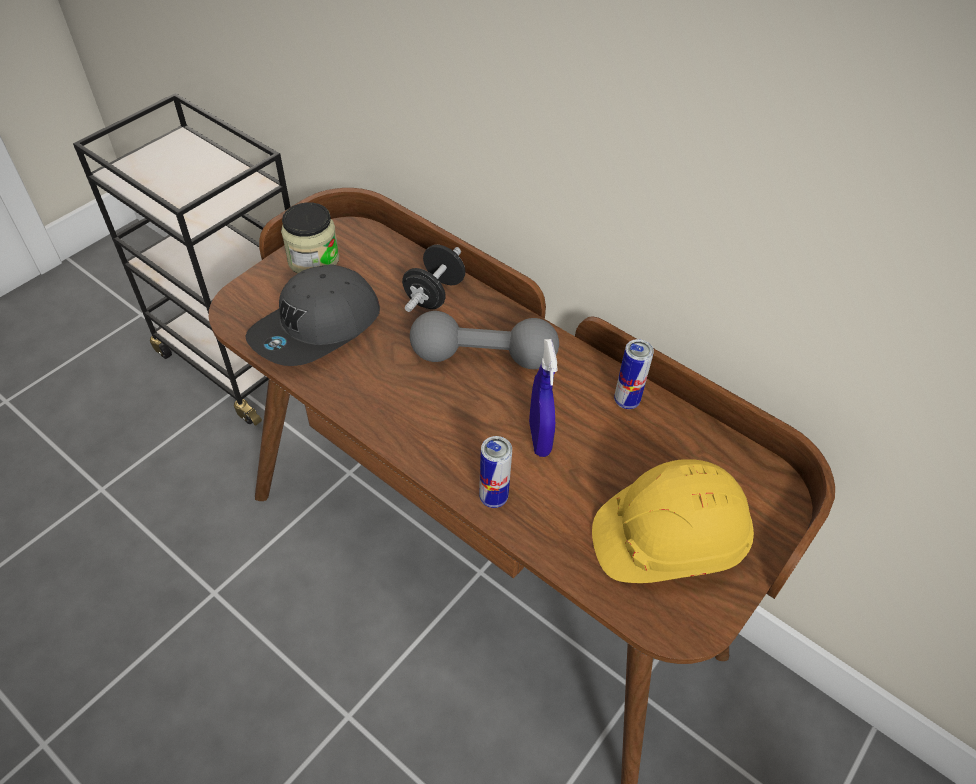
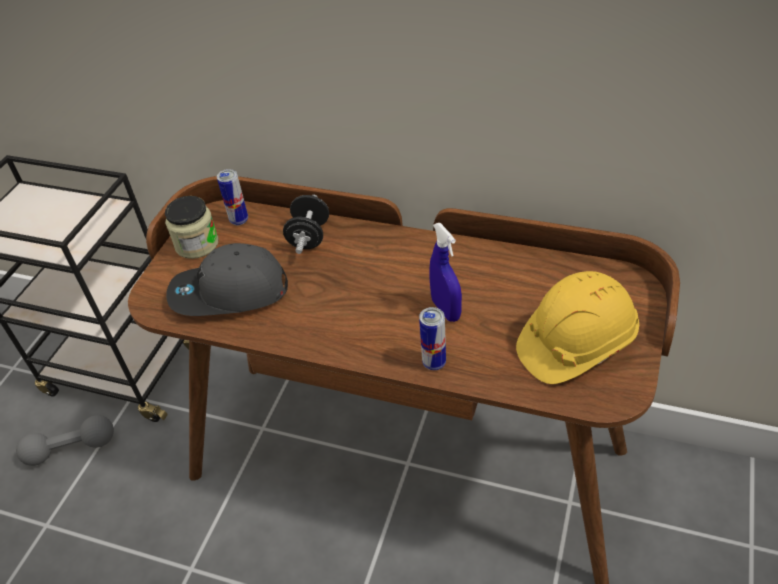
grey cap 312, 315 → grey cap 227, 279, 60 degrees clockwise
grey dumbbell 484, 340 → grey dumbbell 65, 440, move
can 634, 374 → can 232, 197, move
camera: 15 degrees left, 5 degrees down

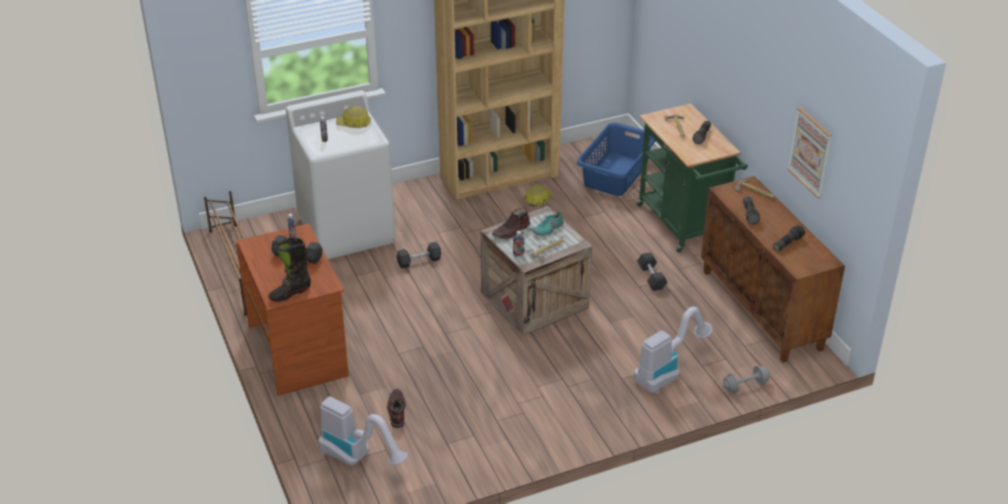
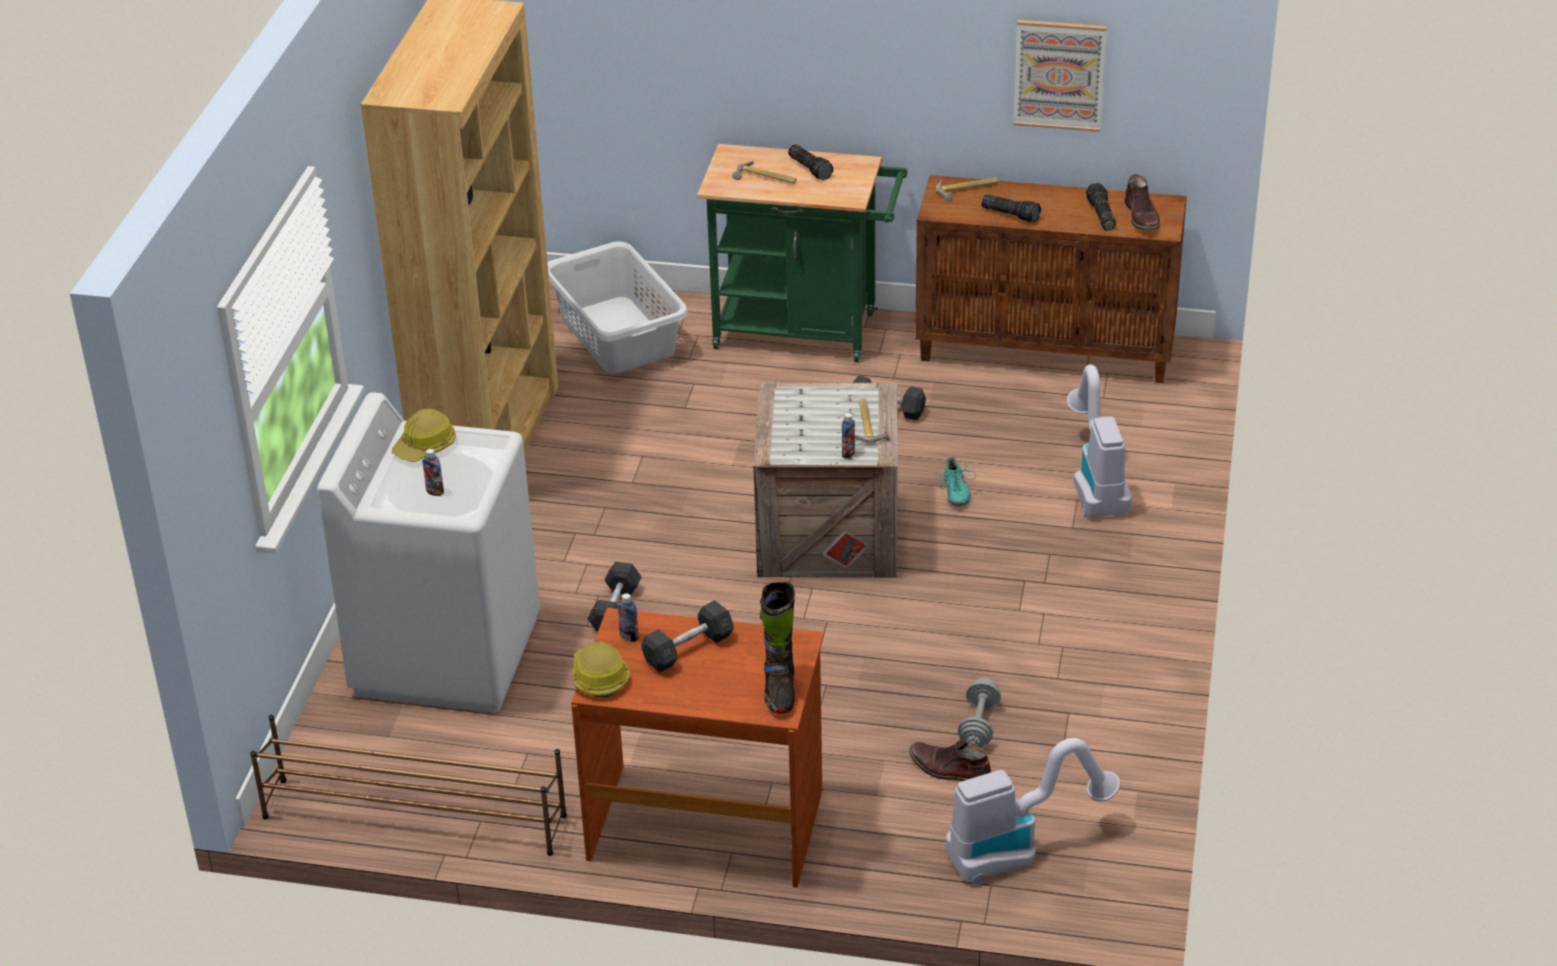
blue laundry basket 616, 159 → grey laundry basket 617, 307
hard hat 538, 195 → hard hat 601, 669, move
brown boot 511, 223 → brown boot 1142, 202, move
turquoise shoe 548, 223 → turquoise shoe 955, 481, move
grey dumbbell 746, 379 → grey dumbbell 979, 713, move
camera: 55 degrees left, 0 degrees up

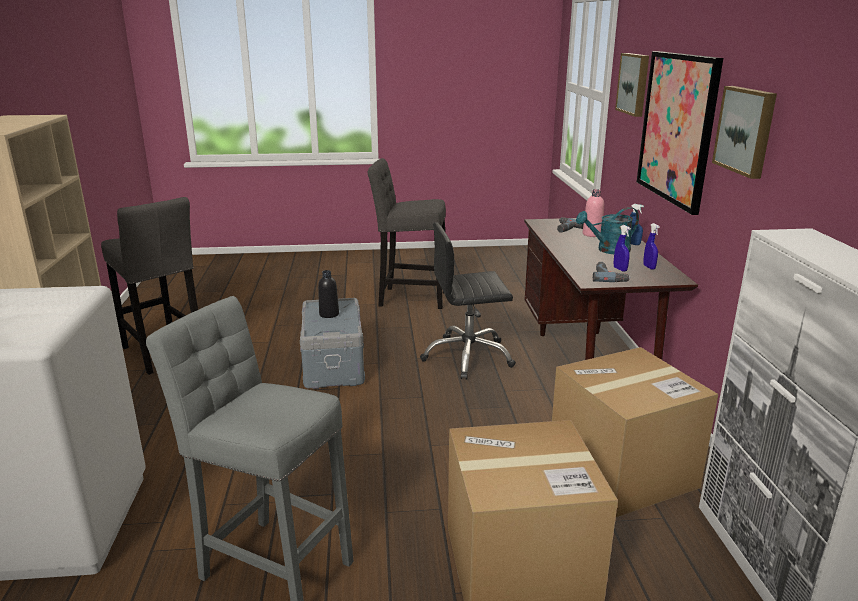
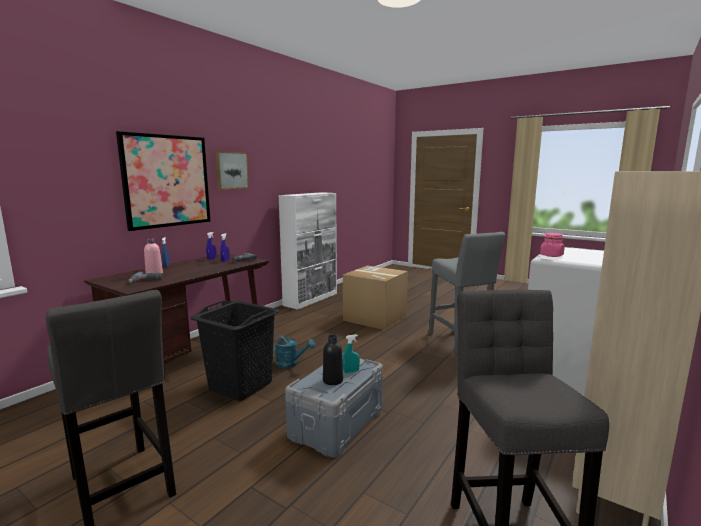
picture 632, 85 → -
turquoise watering can 607, 230 → turquoise watering can 294, 351, move
black office chair 468, 301 → black laundry basket 235, 351
cardboard box 635, 432 → -
- → pink jar 552, 245
- → turquoise spray bottle 351, 354
camera: 140 degrees left, 10 degrees down

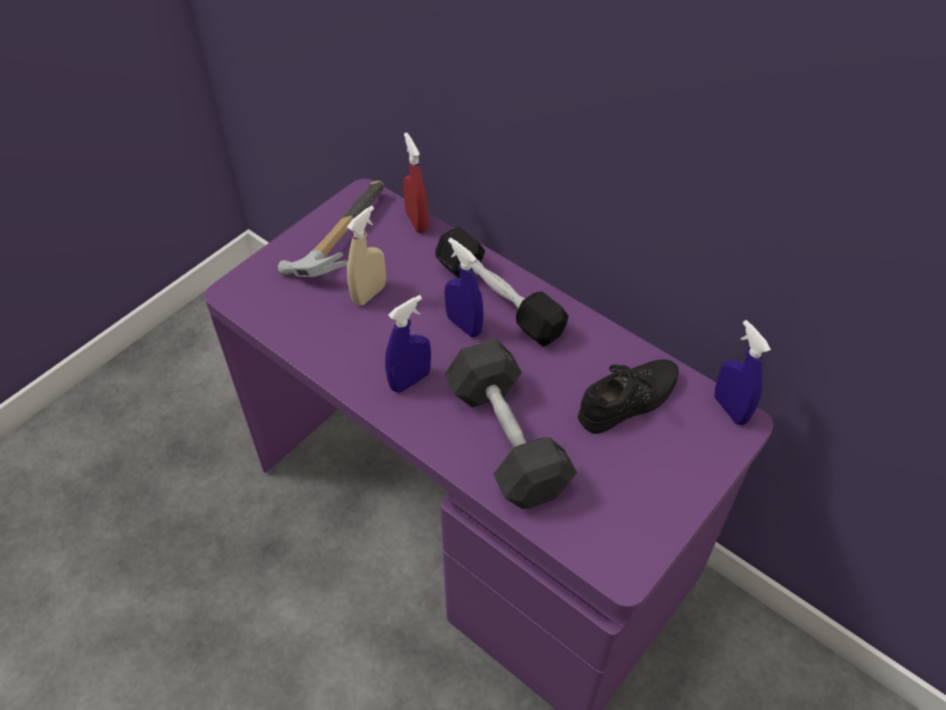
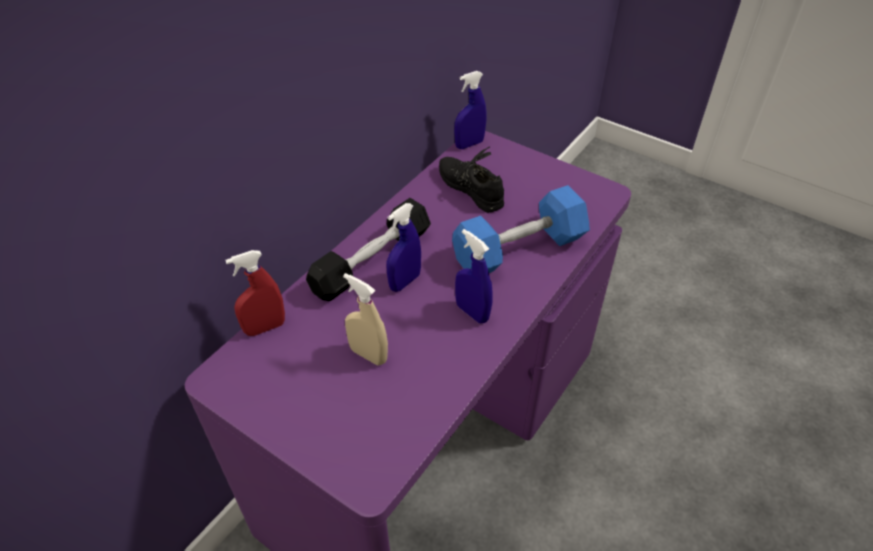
hammer 331, 229 → -
grey dumbbell 511, 423 → blue dumbbell 521, 229
camera: 95 degrees left, 5 degrees down

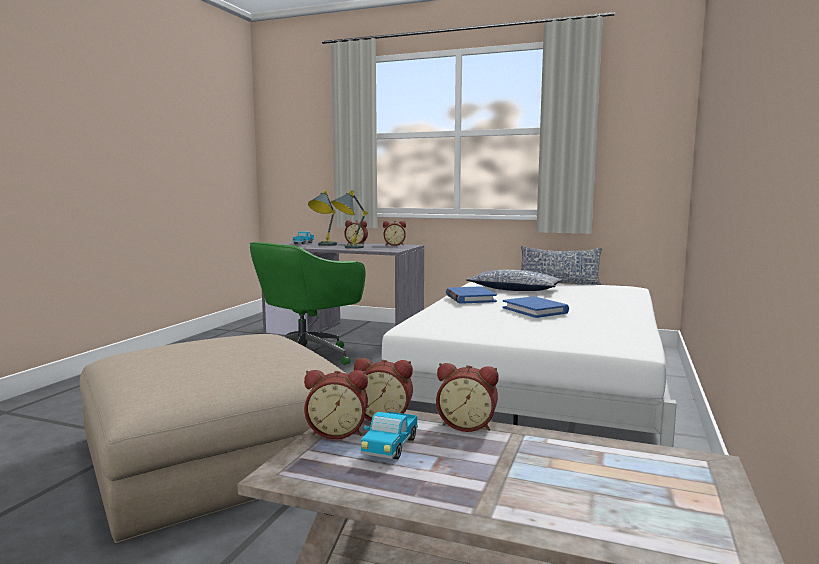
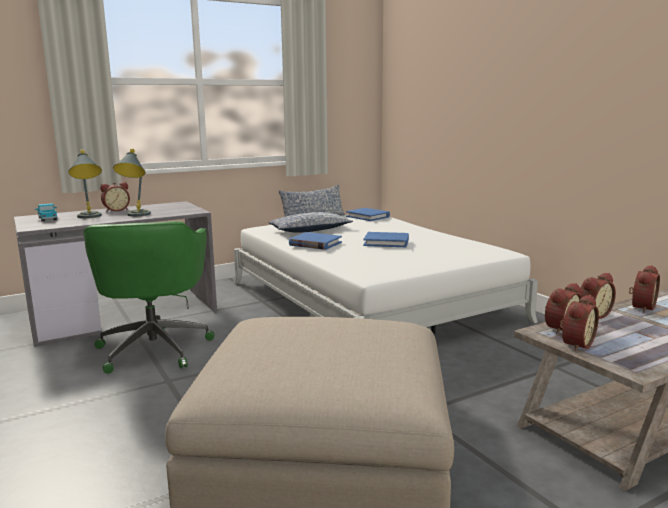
alarm clock 394, 233 → alarm clock 644, 289, move
toy truck 389, 435 → -
- → blue book 368, 214
camera: 50 degrees left, 5 degrees up

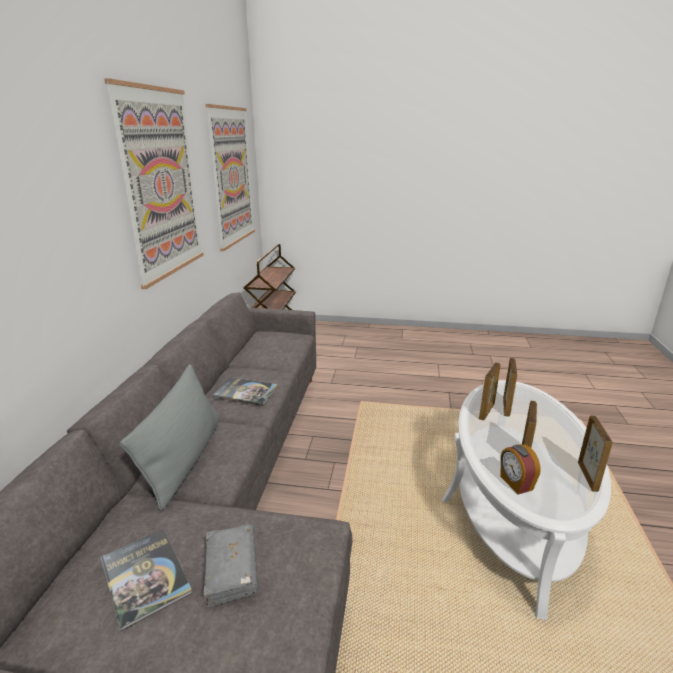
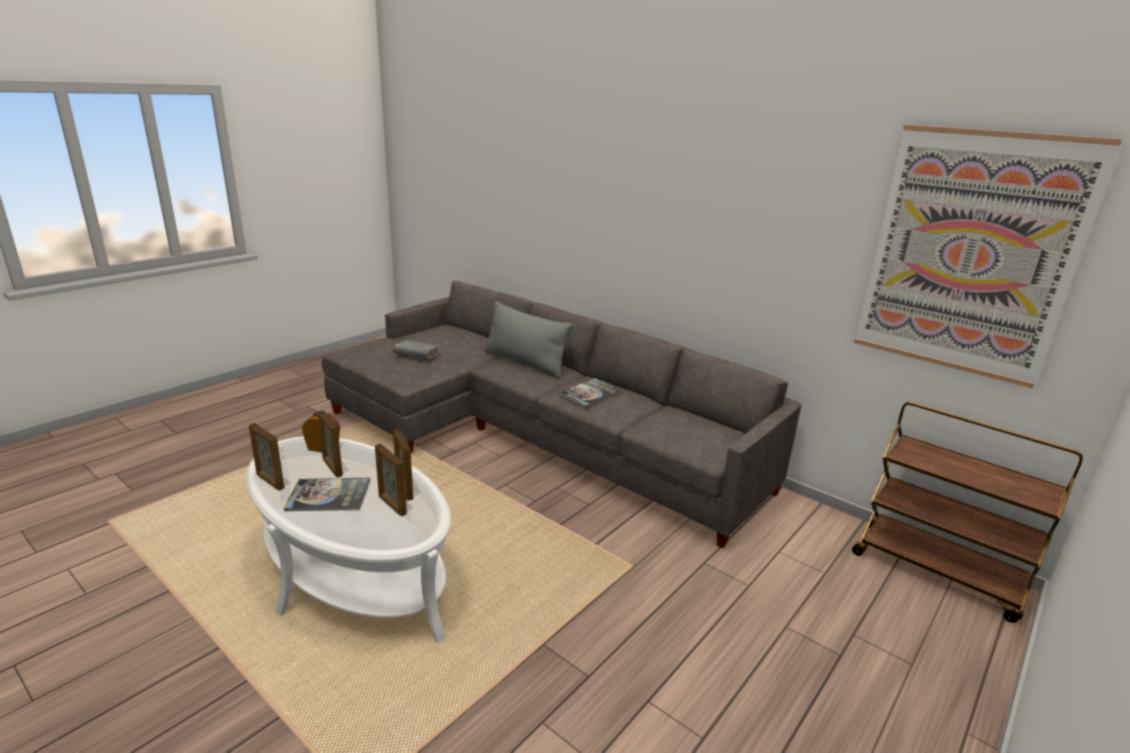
picture 154, 183 → -
book 146, 580 → book 327, 494, move
camera: 120 degrees right, 0 degrees up

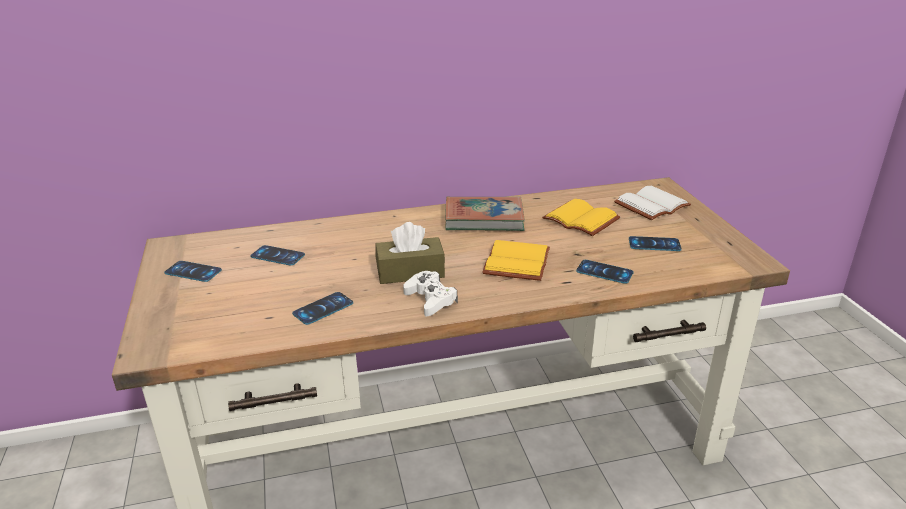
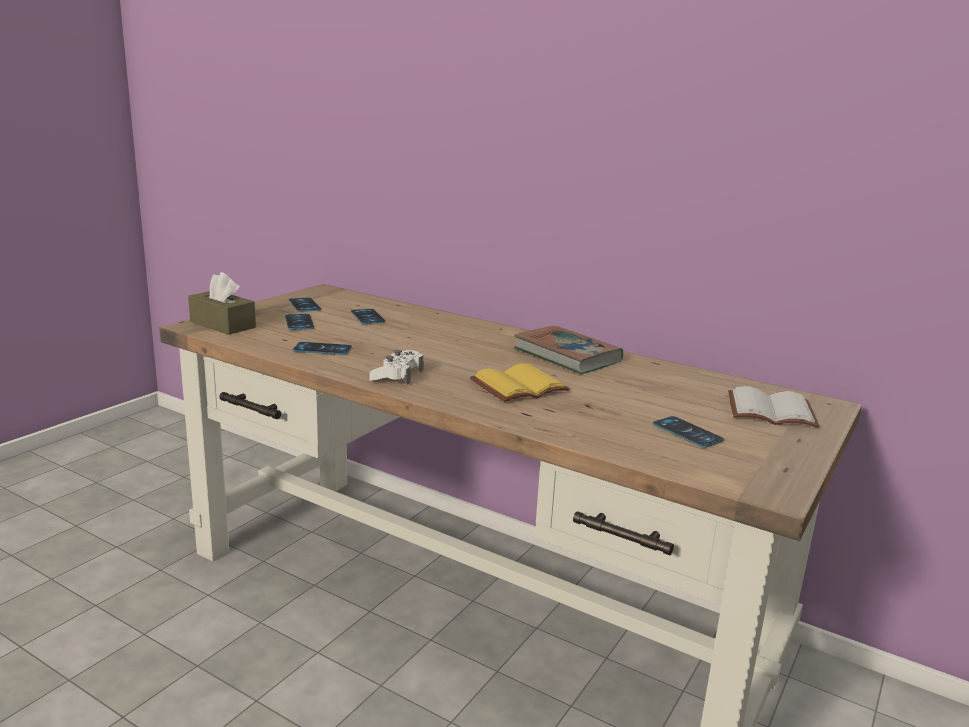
yellow book 581, 217 → -
brown tissue box 410, 253 → brown tissue box 222, 303, move
phone 605, 272 → phone 299, 322, move
camera: 45 degrees right, 10 degrees down

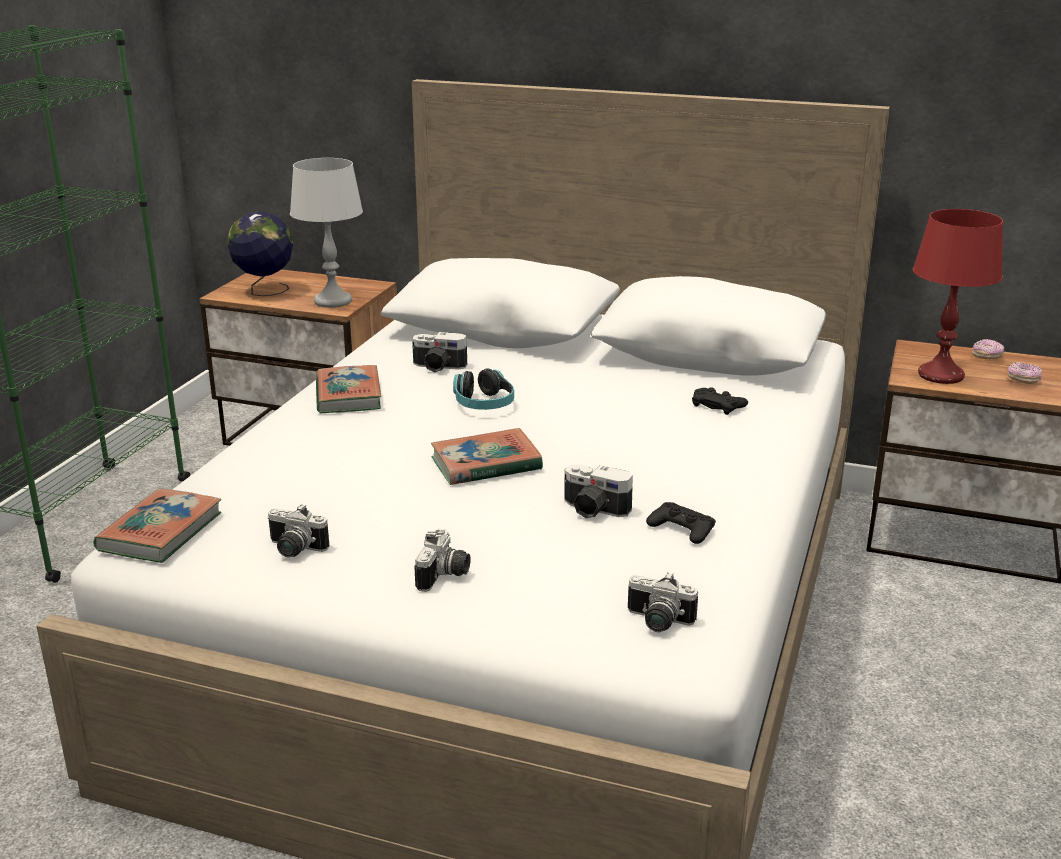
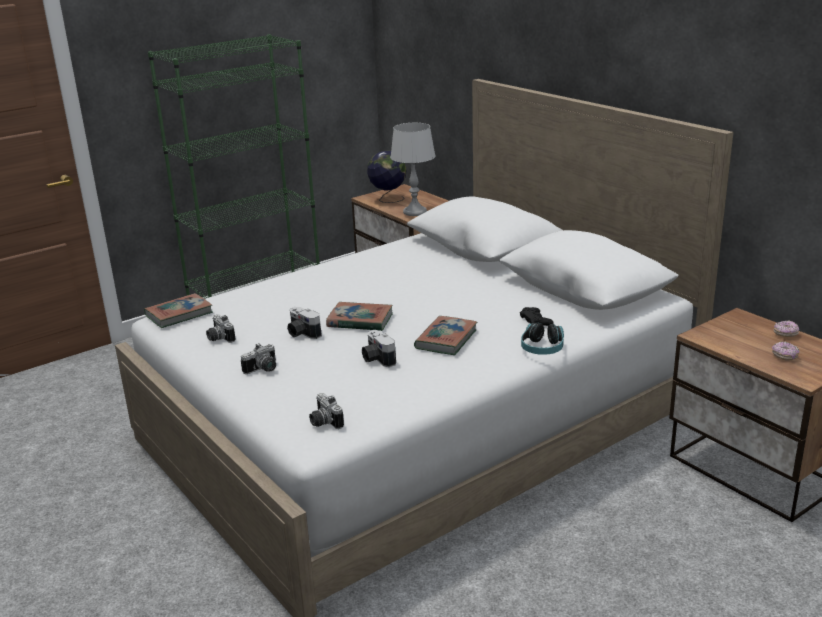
red table lamp 958, 296 → -
photo camera 439, 352 → photo camera 304, 323, move
book 348, 389 → book 445, 335, move
headphones 483, 389 → headphones 542, 339, move
black game controller 681, 523 → -
camera: 35 degrees right, 0 degrees up

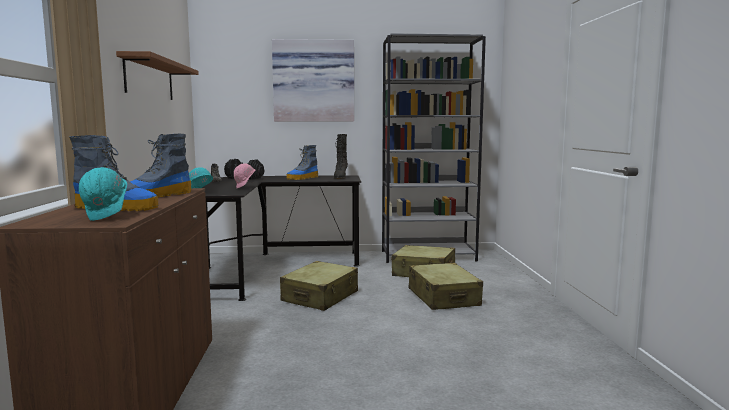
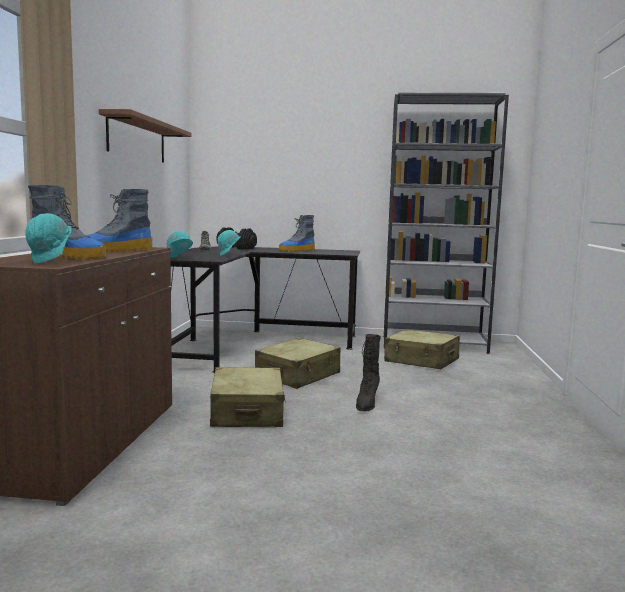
picture 313, 80 → -
black boot 341, 156 → black boot 368, 372, move
pink hard hat 244, 175 → turquoise hard hat 229, 243
beige suitcase 446, 286 → beige suitcase 248, 397, move
camera: 10 degrees right, 0 degrees up

